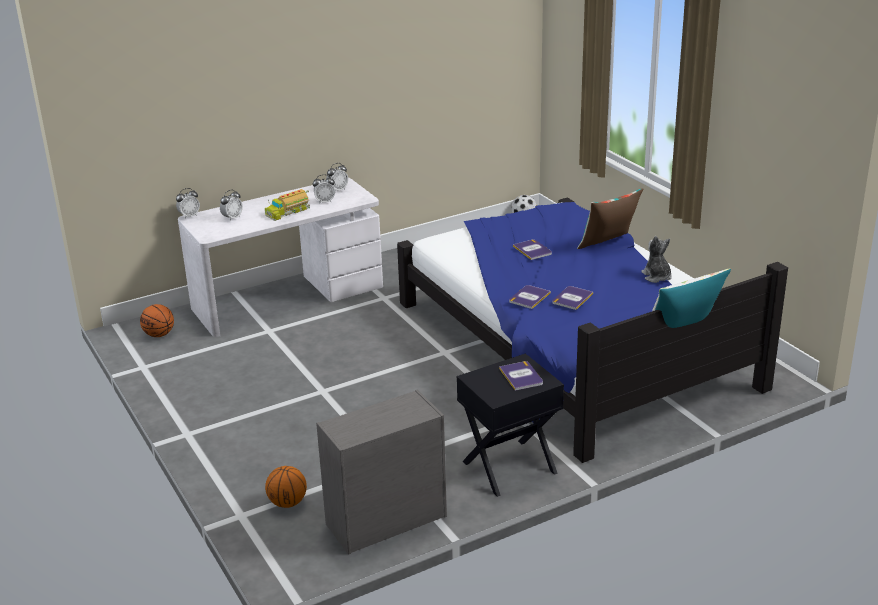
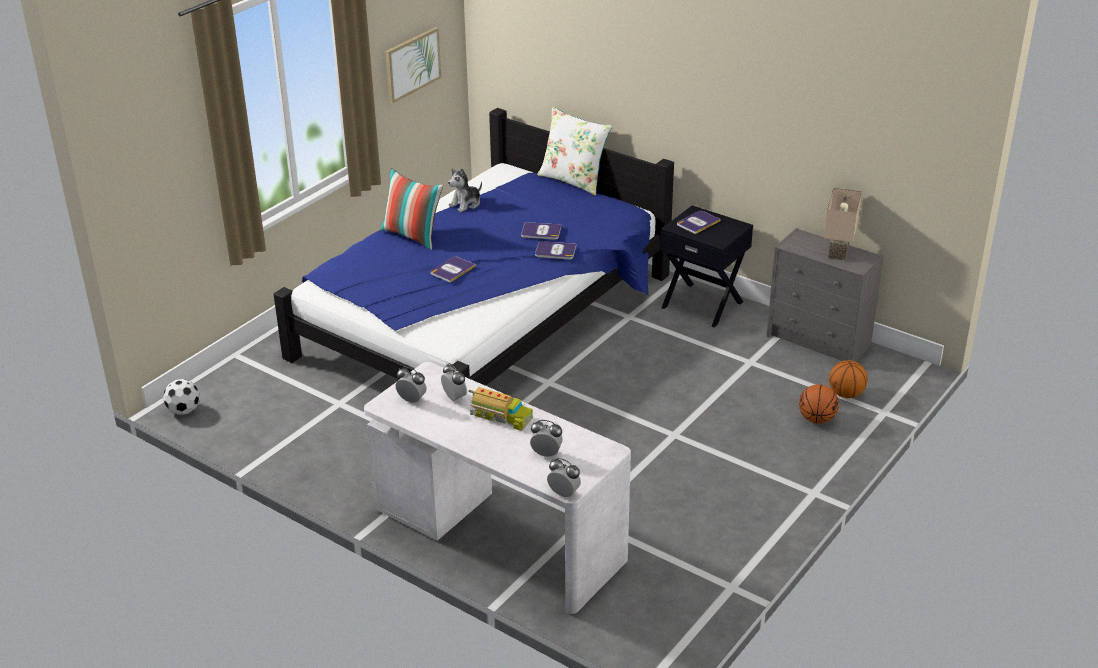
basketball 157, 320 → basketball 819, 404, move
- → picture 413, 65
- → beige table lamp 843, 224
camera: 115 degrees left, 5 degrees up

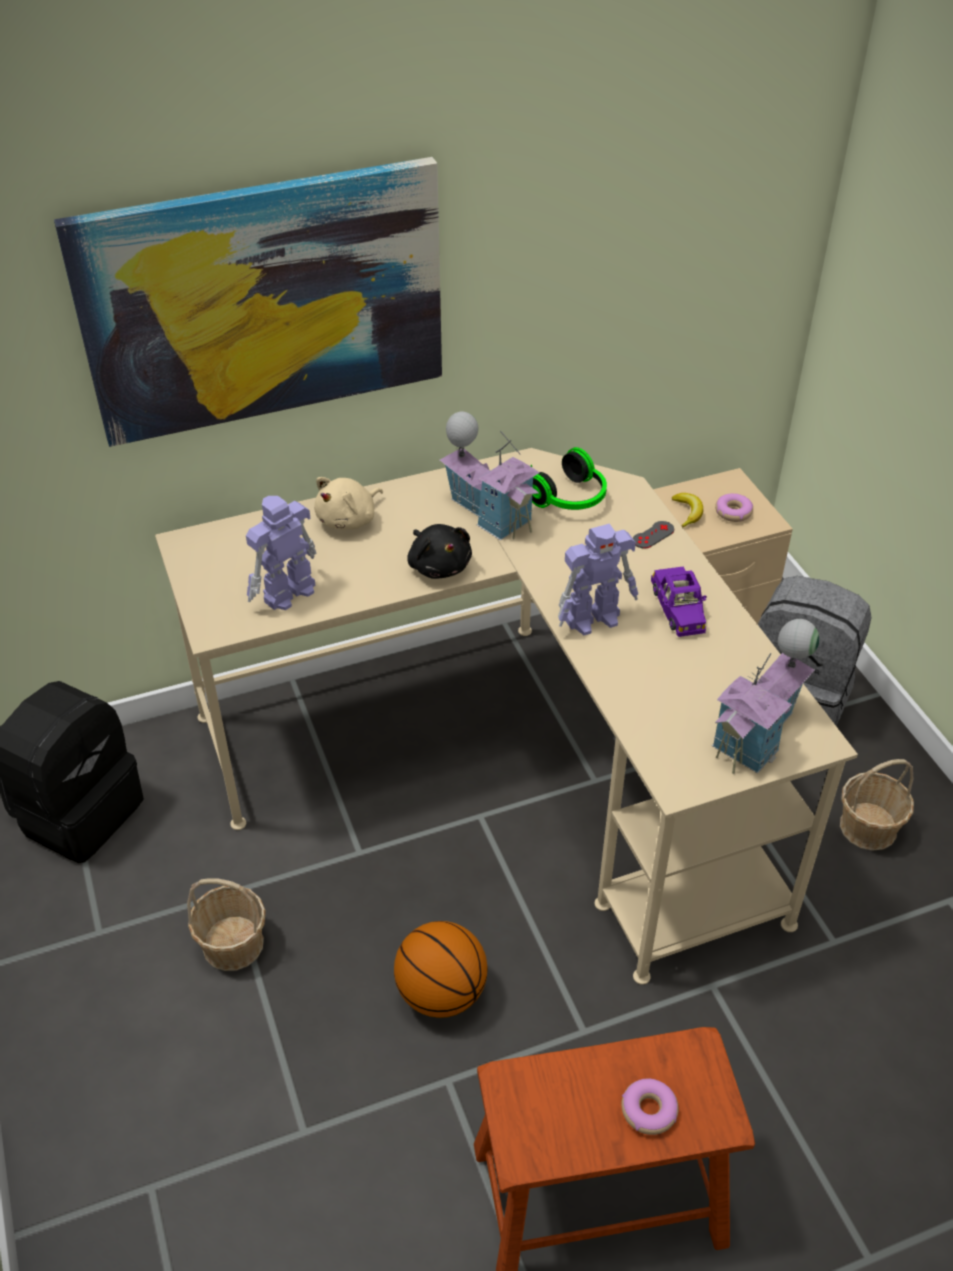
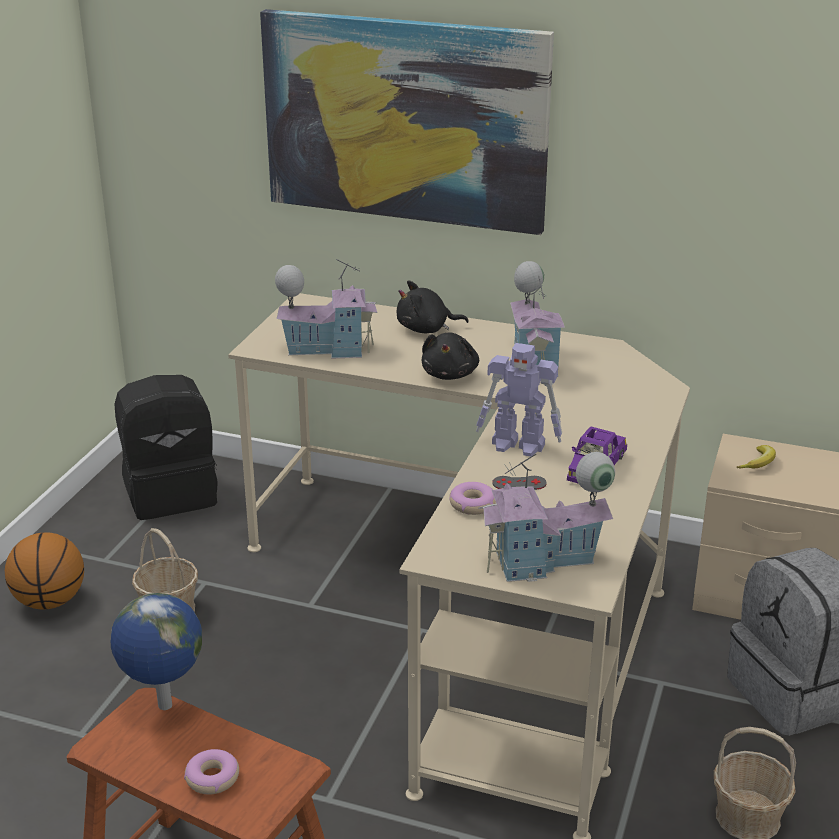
headphones 569, 478 → -
beige plush toy 348, 503 → black plush toy 433, 306
donut 734, 507 → donut 472, 498, move
toy robot 281, 553 → toy house 326, 309
grey game controller 653, 534 → grey game controller 519, 483, move
basketball 441, 969 → basketball 44, 570, move
- → globe 156, 651
camera: 40 degrees right, 15 degrees down

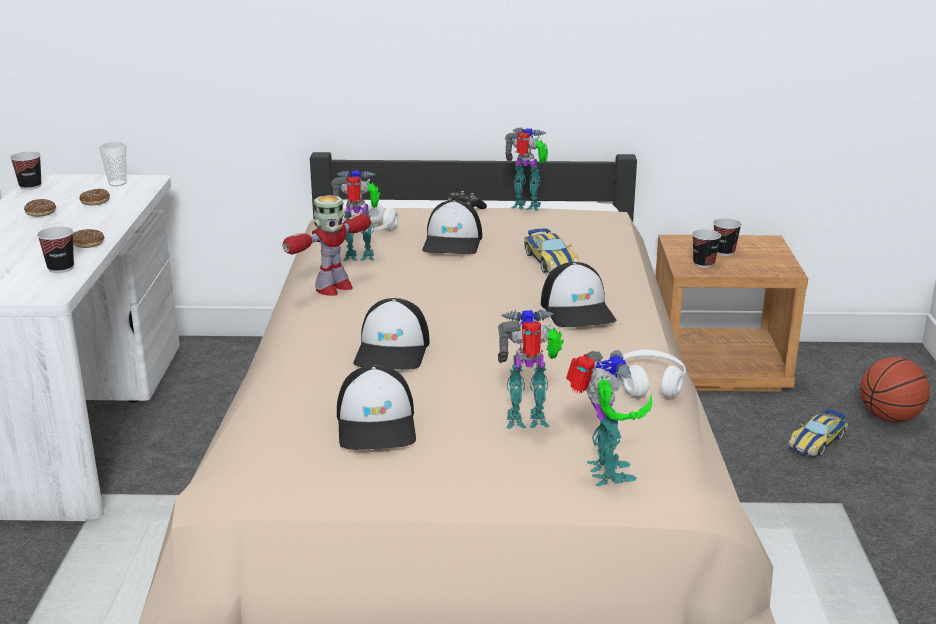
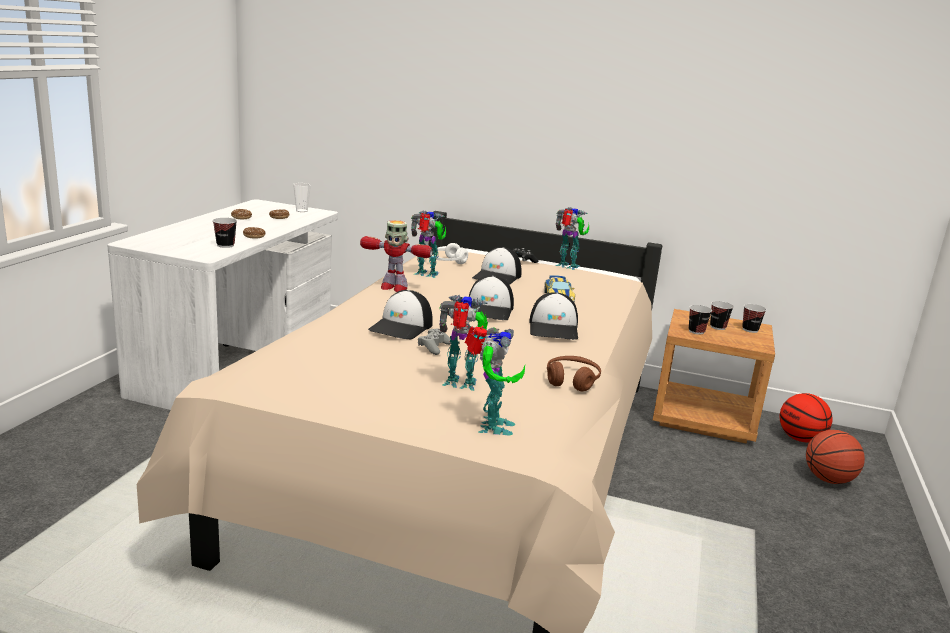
cup 25, 171 → cup 754, 318, move
toy robot 327, 245 → toy robot 396, 256, 45 degrees clockwise
white headphones 651, 373 → brown headphones 574, 373
cap 376, 407 → cap 491, 298, move
toy car 818, 433 → -
- → grey game controller 434, 342
- → basketball 806, 417
camera: 15 degrees right, 5 degrees down

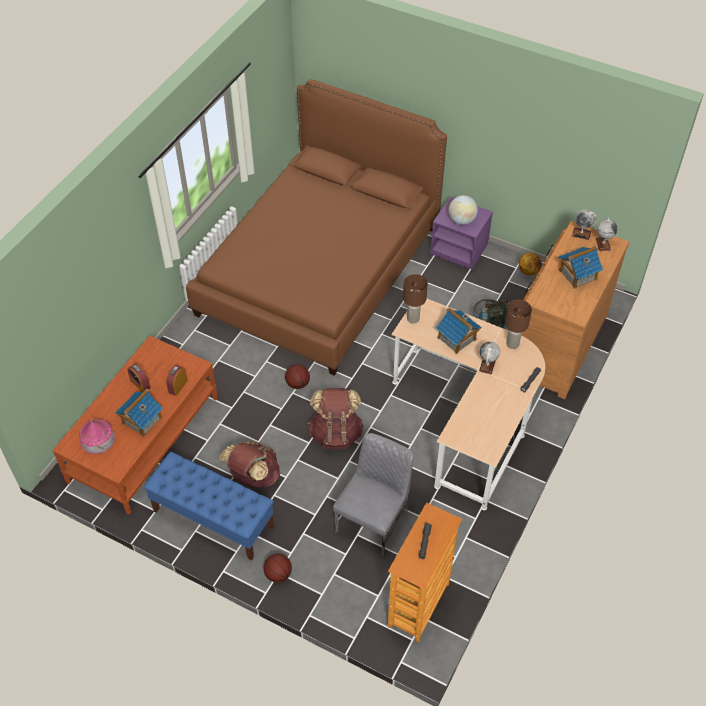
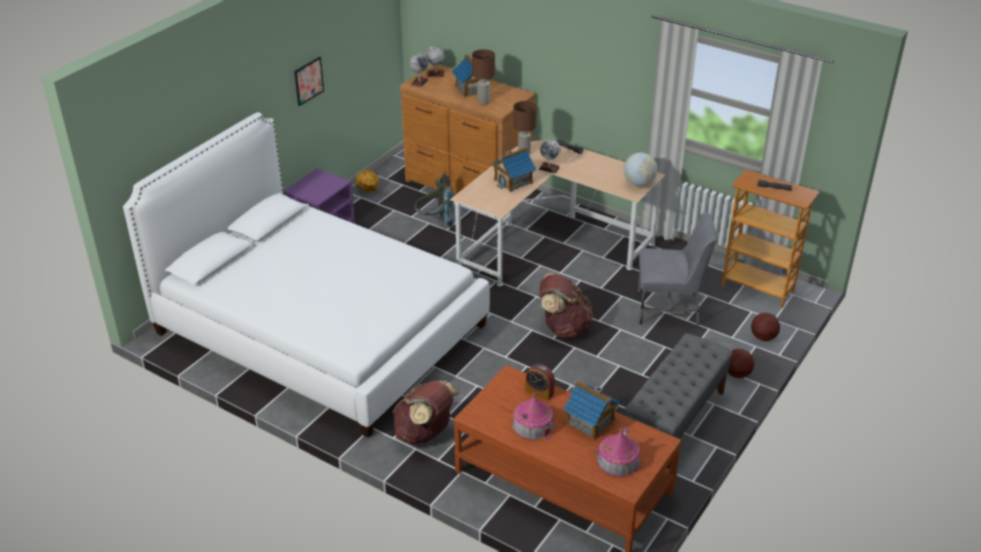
brown bed 316, 227 → white bed 306, 275
globe 463, 210 → globe 641, 169, move
brown table lamp 415, 298 → brown table lamp 483, 77, move
alarm clock 139, 377 → toy house 533, 416
basketball 297, 376 → basketball 765, 327, move
grey chair 373, 494 → grey chair 677, 268, 150 degrees clockwise
brown backpack 249, 464 → brown backpack 426, 413, move
blue bench 209, 506 → grey bench 678, 401
- → picture 309, 81
camera: 85 degrees left, 15 degrees down

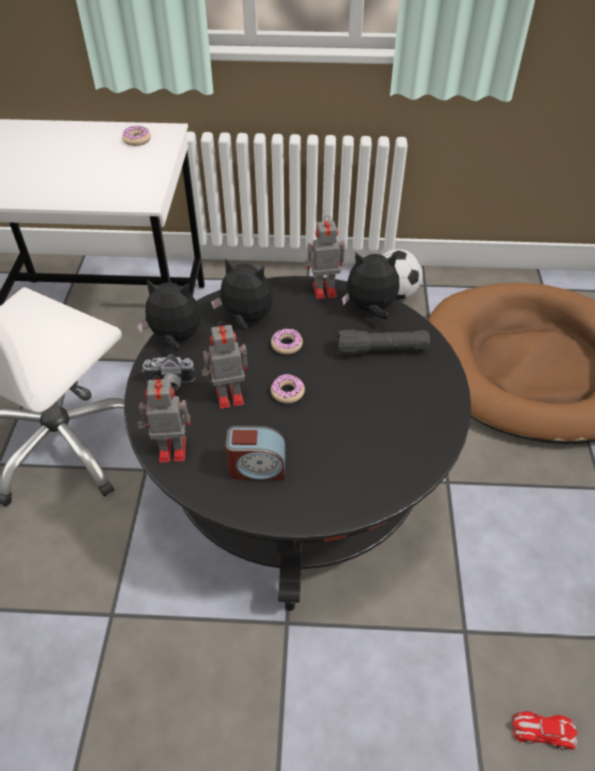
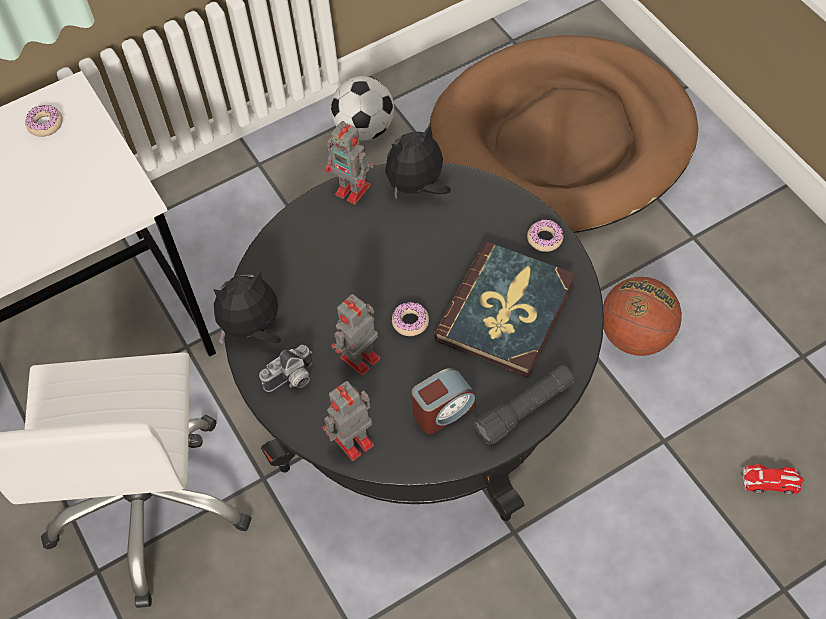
toy robot 325, 257 → toy robot 350, 163, 105 degrees counterclockwise
plush toy 242, 294 → -
donut 287, 341 → donut 545, 235, move
black flashlight 383, 342 → black flashlight 524, 404, move
toy car 545, 730 → toy car 773, 479, 150 degrees counterclockwise
- → book 505, 309
- → basketball 642, 316
camera: 30 degrees left, 10 degrees up

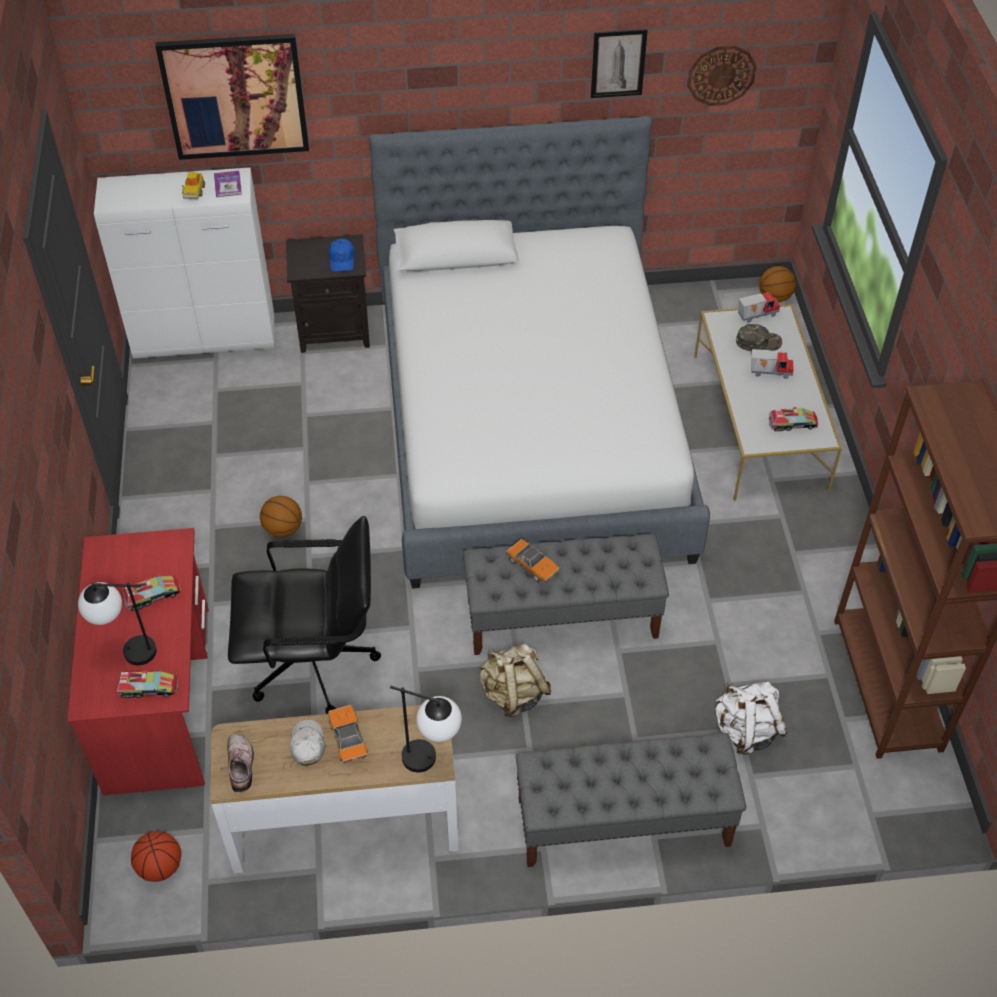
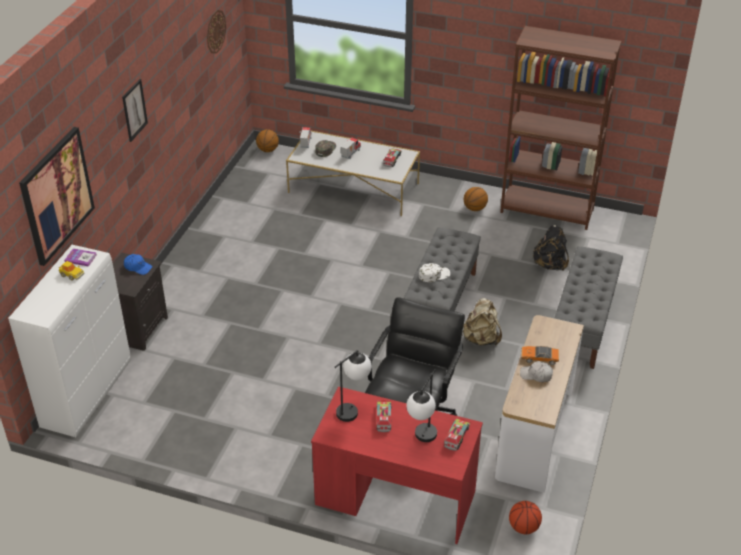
picture 619, 63 → picture 135, 110, move
bed 539, 352 → -
basketball 281, 516 → basketball 476, 199, move
toy car 533, 561 → white cap 434, 272
white backpack 751, 718 → black backpack 550, 248
table lamp 426, 729 → table lamp 353, 386, move
shoe 240, 763 → -
camera: 65 degrees left, 10 degrees down

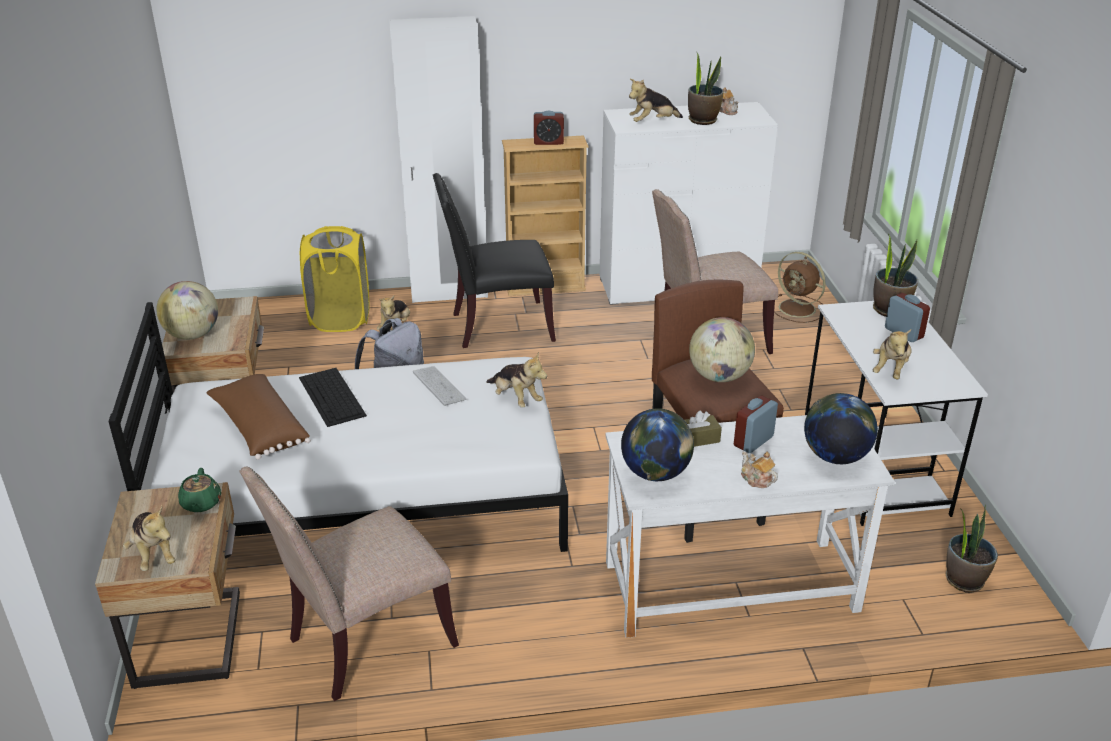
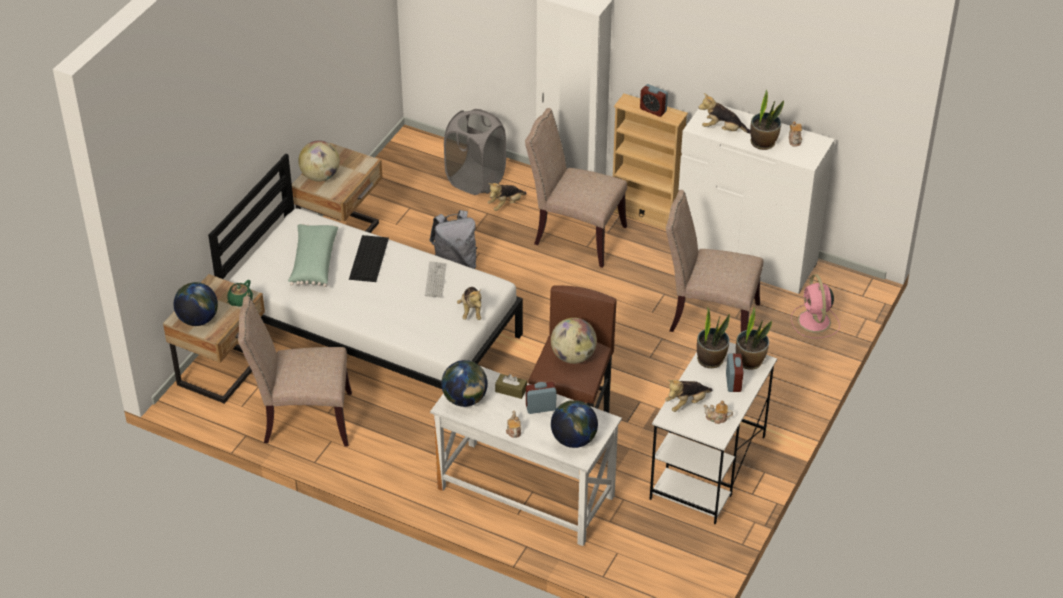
black chair 494, 260 → beige chair 576, 188
yellow laundry basket 335, 279 → grey laundry basket 475, 152
brown fan 800, 287 → pink fan 815, 306
brown pillow 258, 417 → green pillow 313, 255
potted plant 972, 549 → potted plant 713, 337, move
plush toy 149, 538 → globe 196, 304
- → teapot 718, 412
camera: 35 degrees right, 10 degrees up

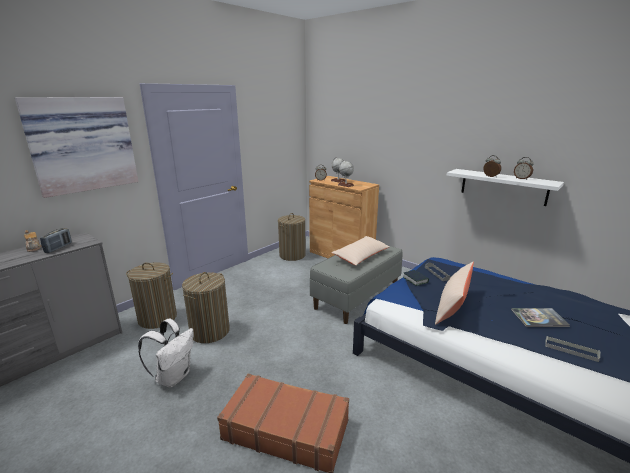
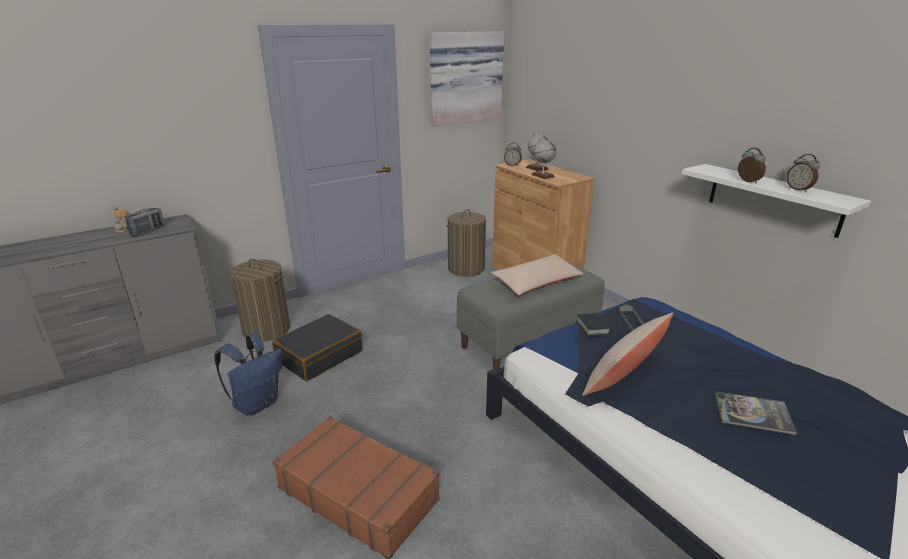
picture 76, 147 → picture 467, 78, move
laundry basket 206, 307 → black suitcase 317, 347
white backpack 165, 353 → blue backpack 248, 374
grey tray 572, 349 → -
camera: 15 degrees right, 5 degrees up

